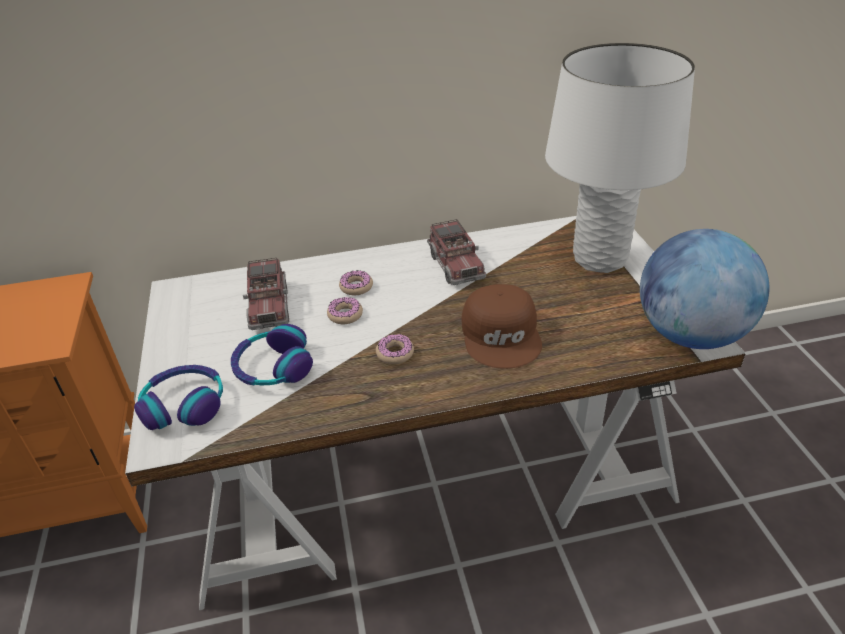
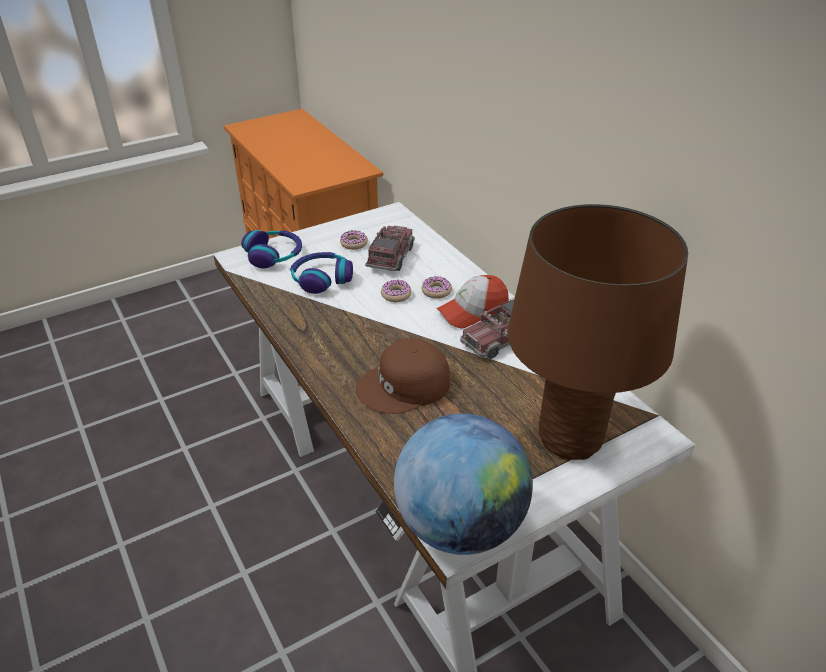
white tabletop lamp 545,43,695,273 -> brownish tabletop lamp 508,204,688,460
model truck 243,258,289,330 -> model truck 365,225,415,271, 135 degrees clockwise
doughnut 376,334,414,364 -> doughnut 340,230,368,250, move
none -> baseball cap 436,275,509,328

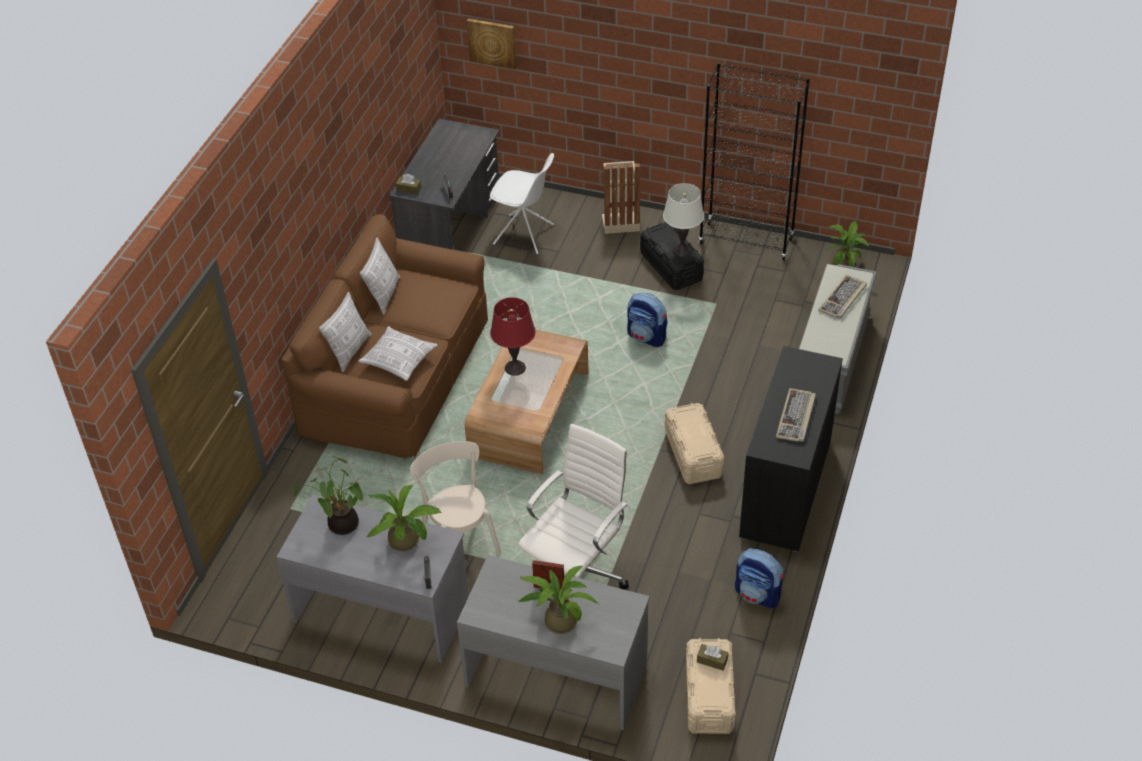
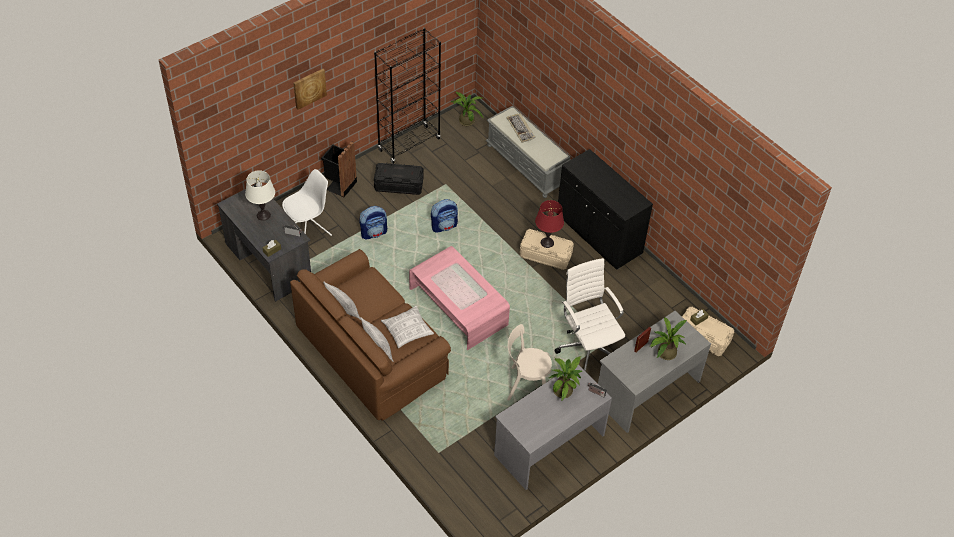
wall art 467,18,516,69 -> wall art 293,69,327,110, move
beige waste bin 602,161,641,234 -> blackish waste bin 321,141,357,197
white tabletop lamp 663,183,704,257 -> white tabletop lamp 245,170,275,221, move
red tabletop lamp 490,297,536,376 -> red tabletop lamp 535,200,564,248, move
brownish coffee table 465,329,588,474 -> pink-coloured coffee table 409,246,510,350
keyboard 776,388,816,442 -> none
potted plant 293,456,363,535 -> none
backpack 735,548,784,609 -> backpack 359,206,387,239, move

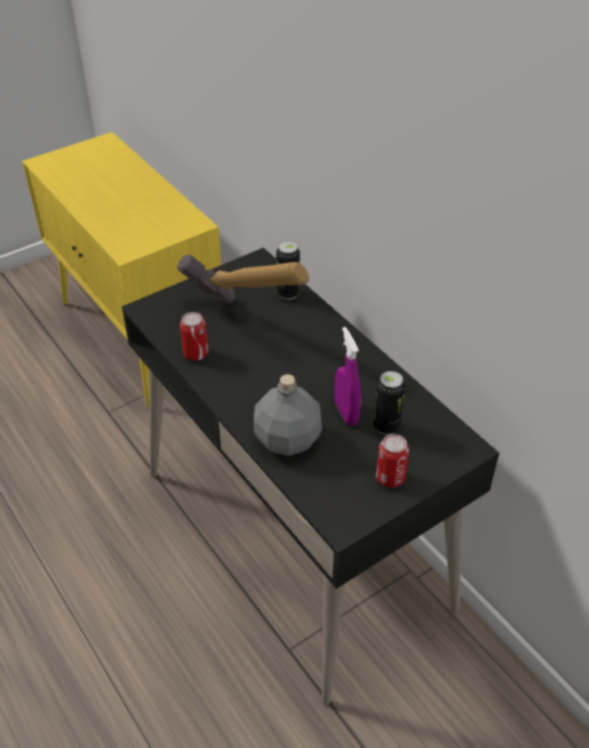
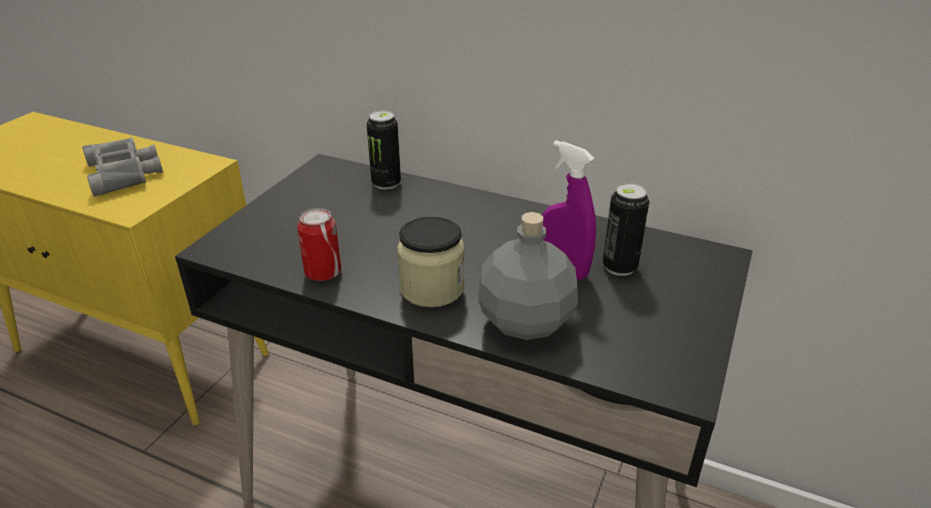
tool hammer 177,255,309,304 -> none
can 376,434,409,488 -> none
none -> greyish field glasses 82,137,163,196
none -> storage jar 397,216,464,308

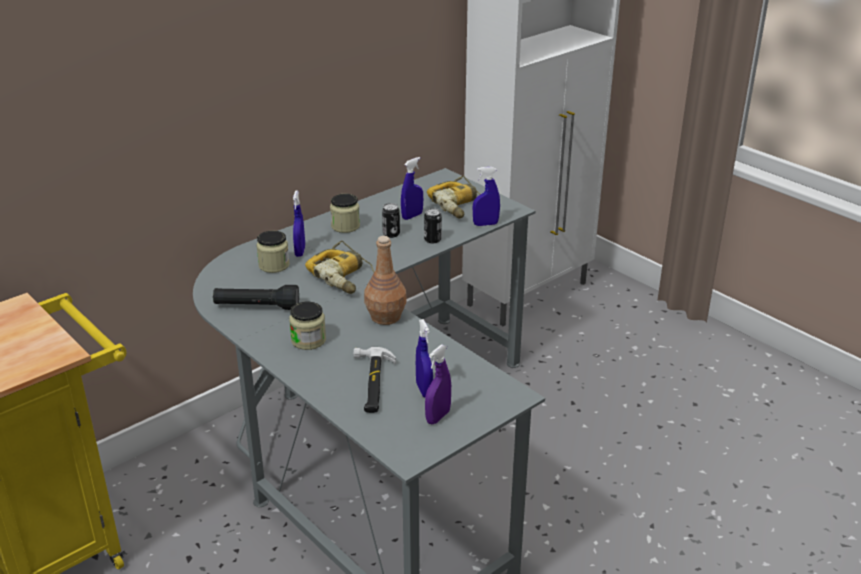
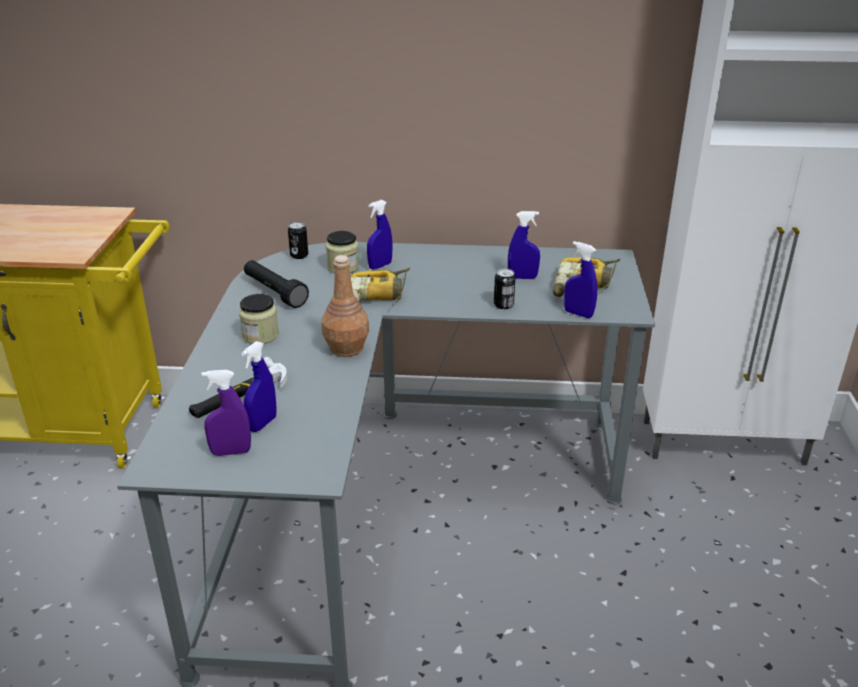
storage jar 330,194,360,233 -> none
can 382,203,400,238 -> can 288,222,308,259, move

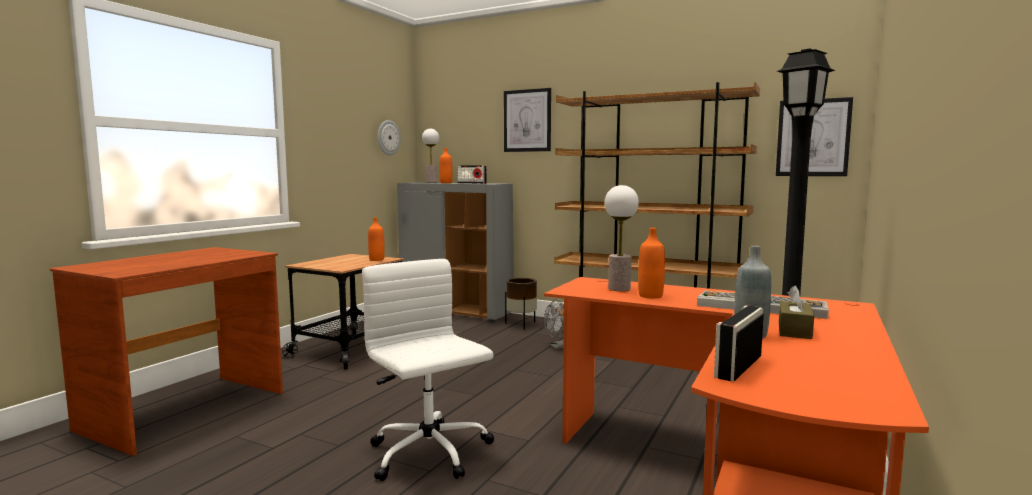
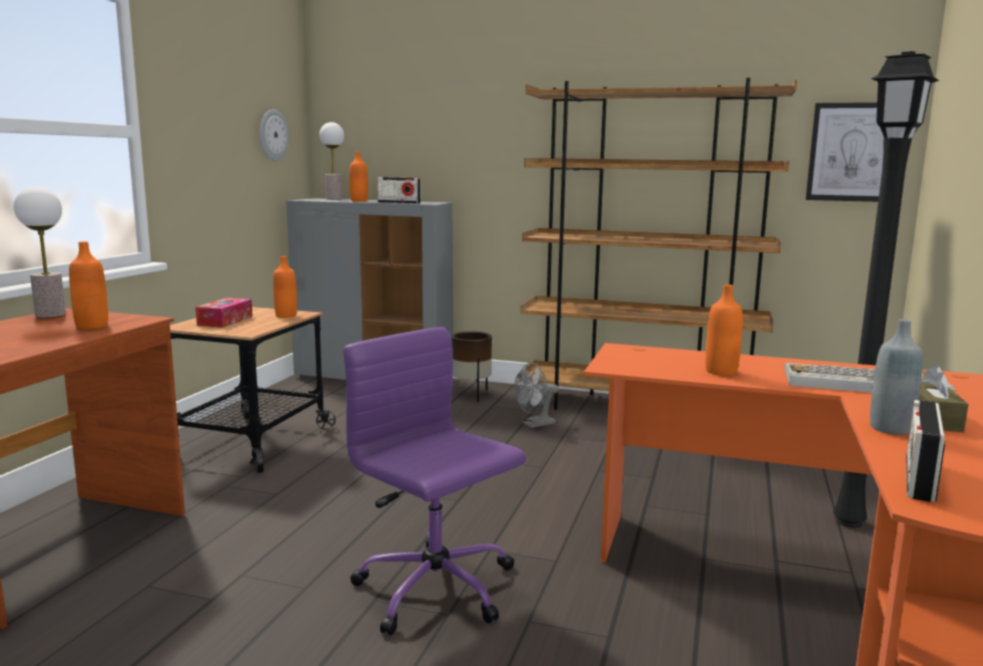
wall art 504,88,551,152 -> none
tabletop lamp 605,185,639,291 -> tabletop lamp 14,186,66,318, move
white office chair 362,259,494,481 -> purple office chair 343,327,526,635
none -> orange-coloured bottle 69,242,108,329
none -> tissue holder 195,298,253,328

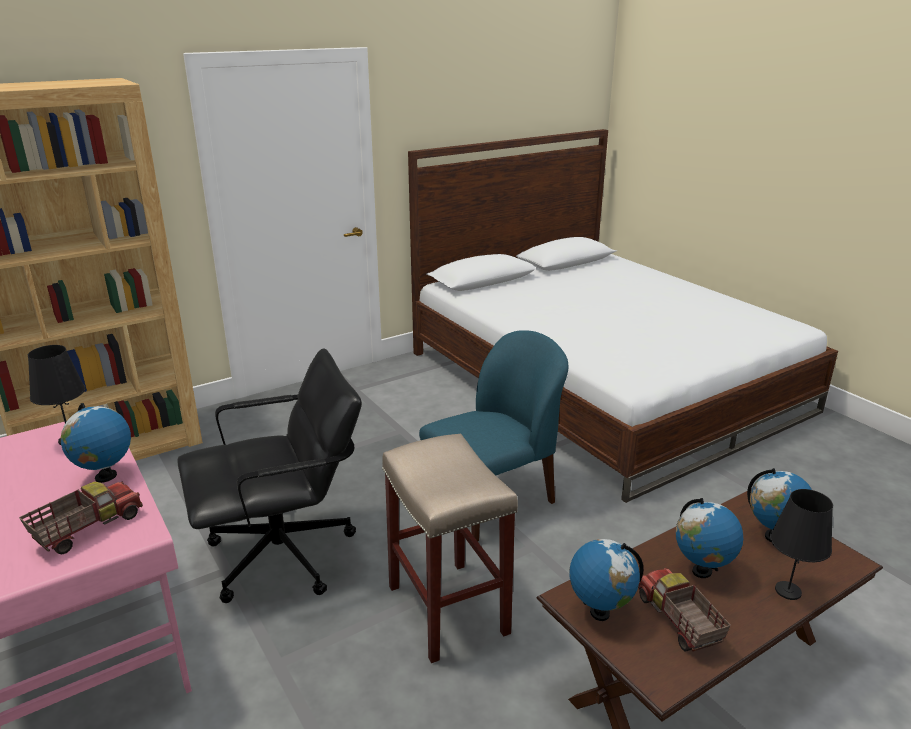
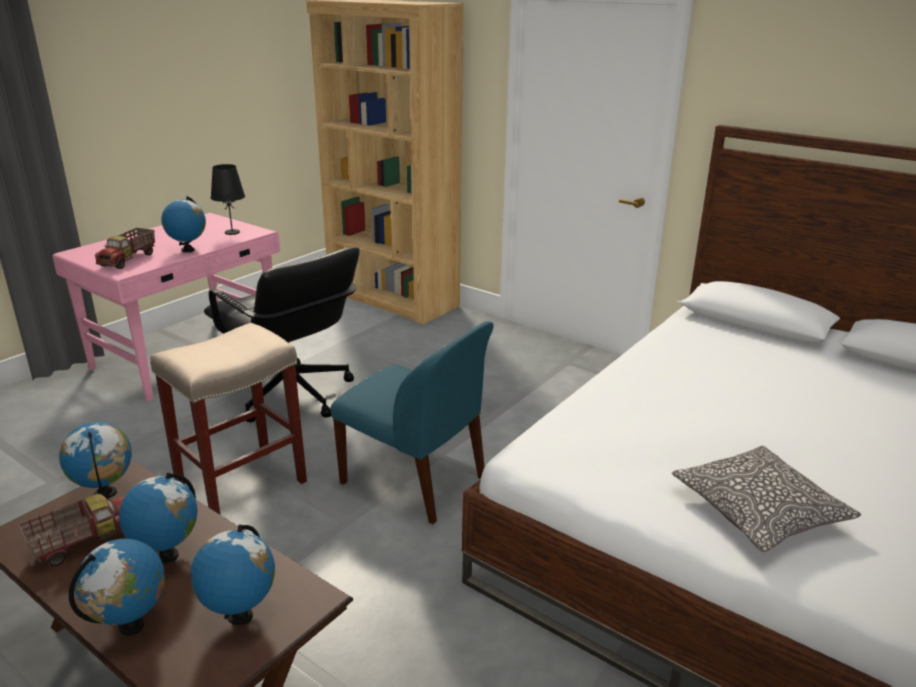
model truck 19,481,143,554 -> model truck 95,228,155,269, 90 degrees clockwise
blackish tabletop lamp 770,489,833,600 -> world globe 69,539,165,636
none -> throw pillow 672,446,862,552

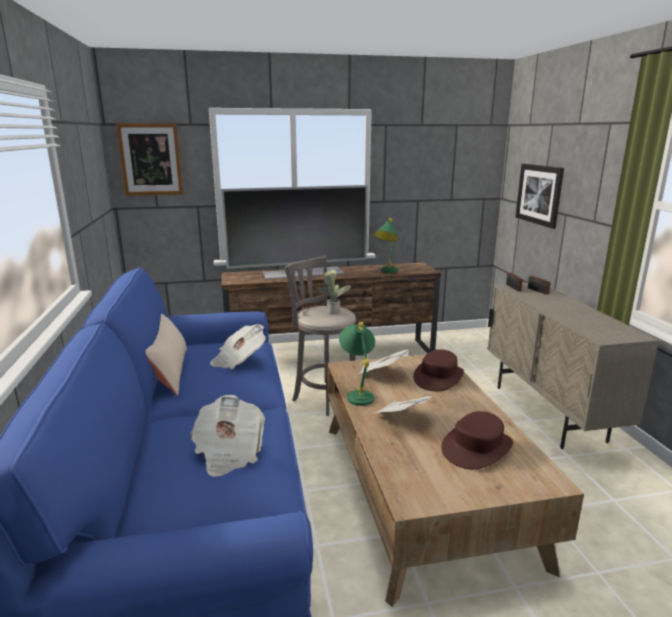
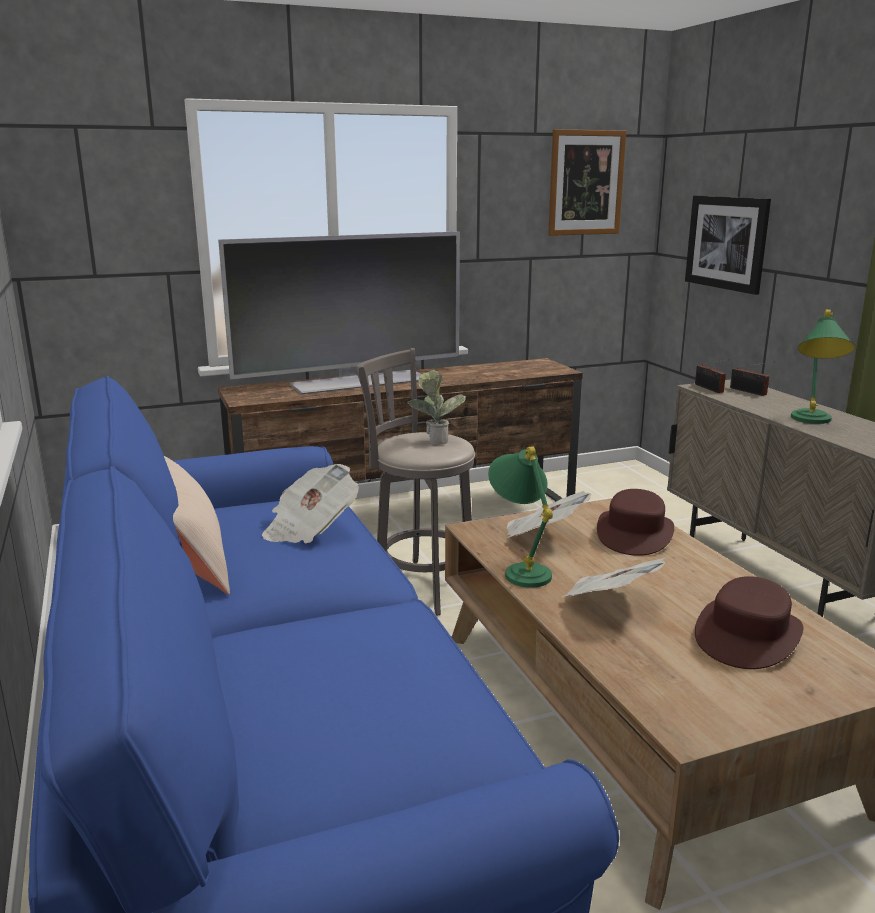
wall art 116,123,183,196 -> wall art 548,129,626,236, move
green-coloured tabletop lamp 374,218,399,273 -> green-coloured tabletop lamp 791,310,855,424, move
printed paper 190,395,265,477 -> none

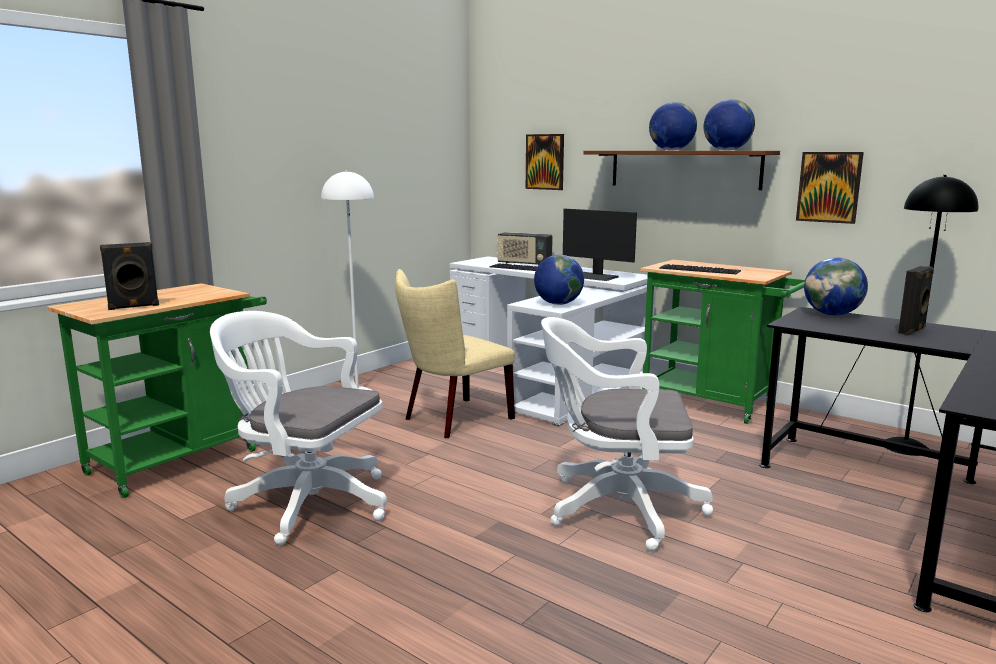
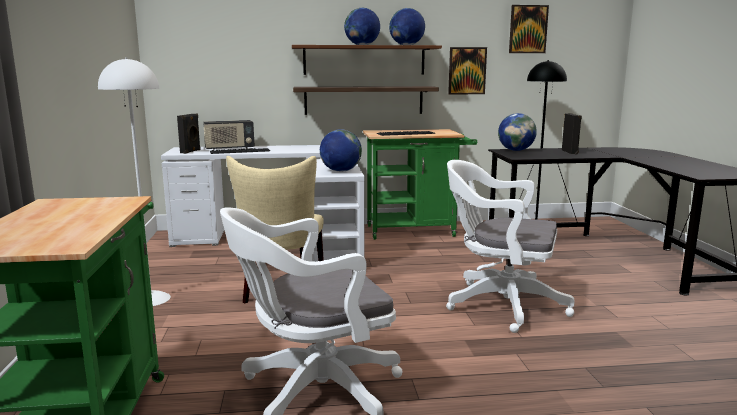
wall art 526,134,564,190 -> wall art 509,5,549,53, move
monitor 563,209,637,281 -> none
blackish speaker 100,242,159,310 -> blackish speaker 177,113,201,154, move
white office chair 541,317,713,552 -> white office chair 446,160,575,333, 60 degrees clockwise
none -> bracket shelf 293,86,439,115

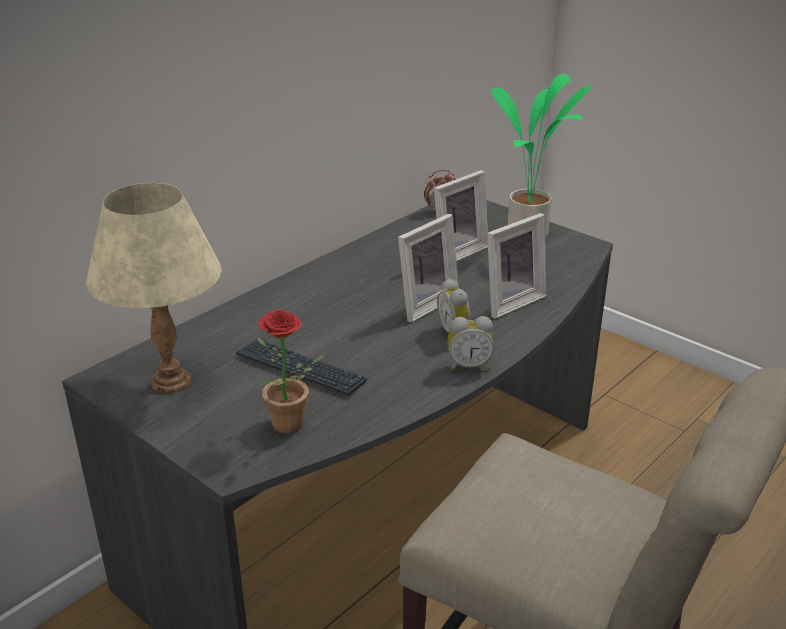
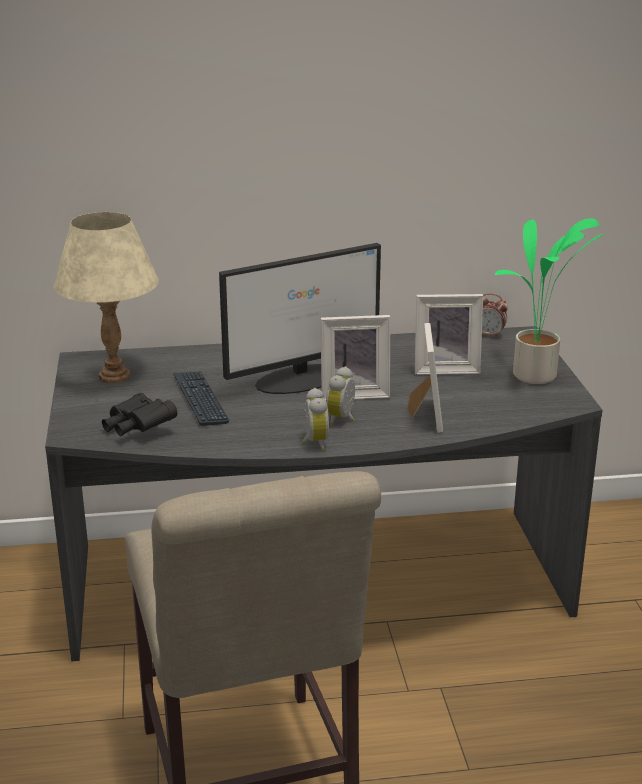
photo frame 487,213,546,319 -> photo frame 408,323,443,433, 90 degrees counterclockwise
potted plant 257,310,324,434 -> blackish field glasses 102,393,178,437
table clock 447,316,495,371 -> table clock 302,388,329,450, 135 degrees counterclockwise
none -> monitor 219,243,381,394

